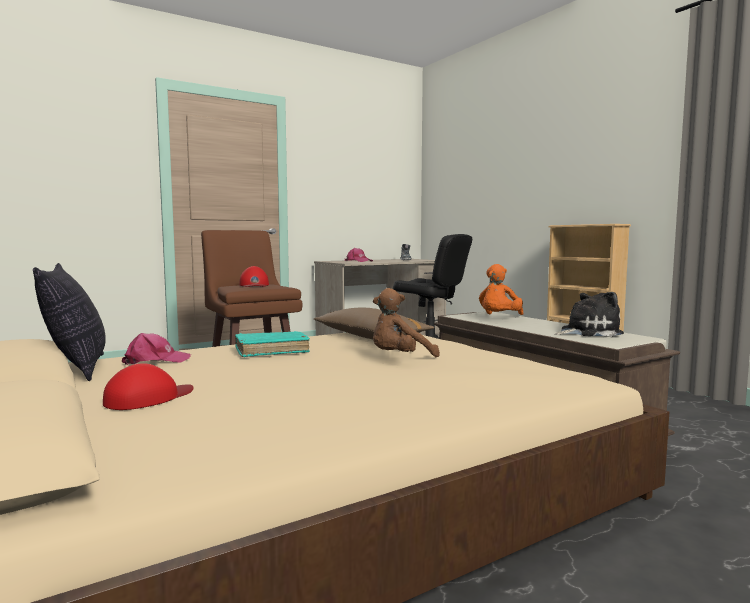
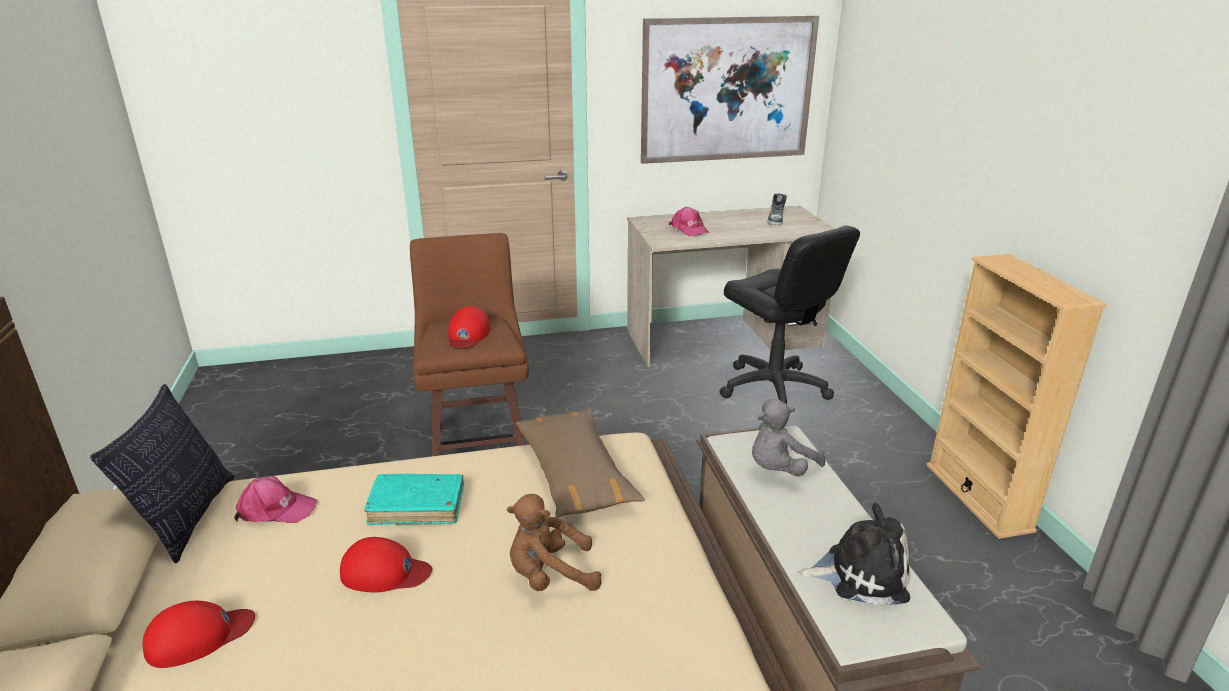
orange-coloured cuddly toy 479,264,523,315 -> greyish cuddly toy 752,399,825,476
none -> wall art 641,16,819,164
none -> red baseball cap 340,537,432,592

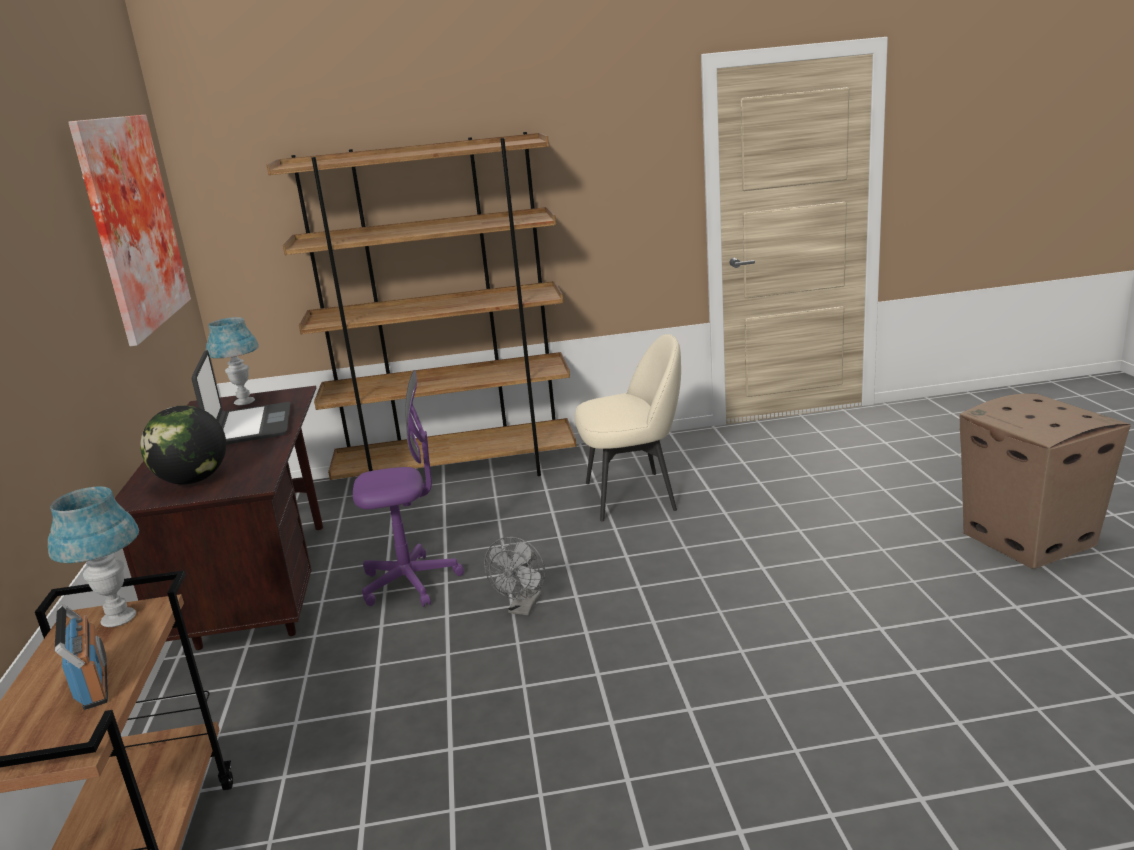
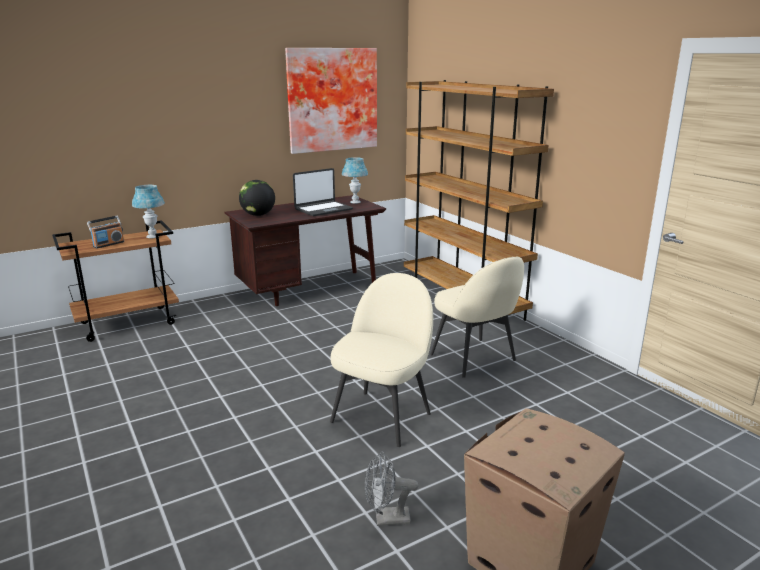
purple office chair 353,370,464,607 -> none
greyish electric fan 484,537,545,615 -> greyish electric fan 365,451,418,526, move
none -> beige chair 330,273,433,447

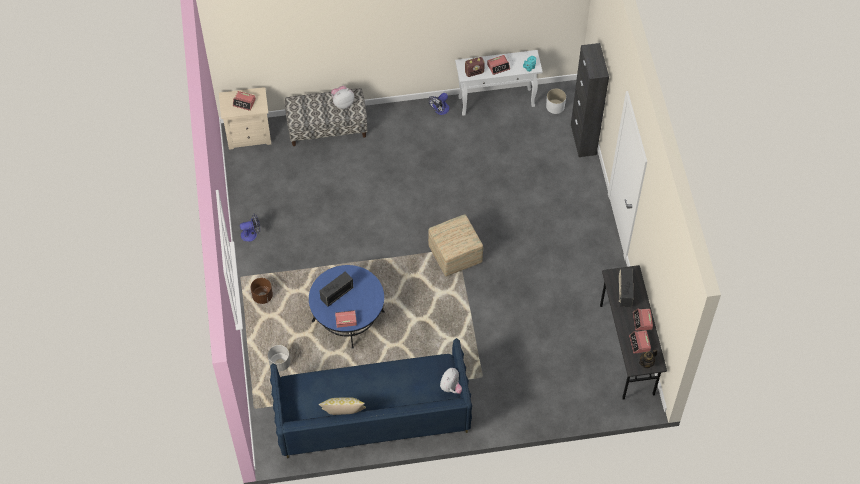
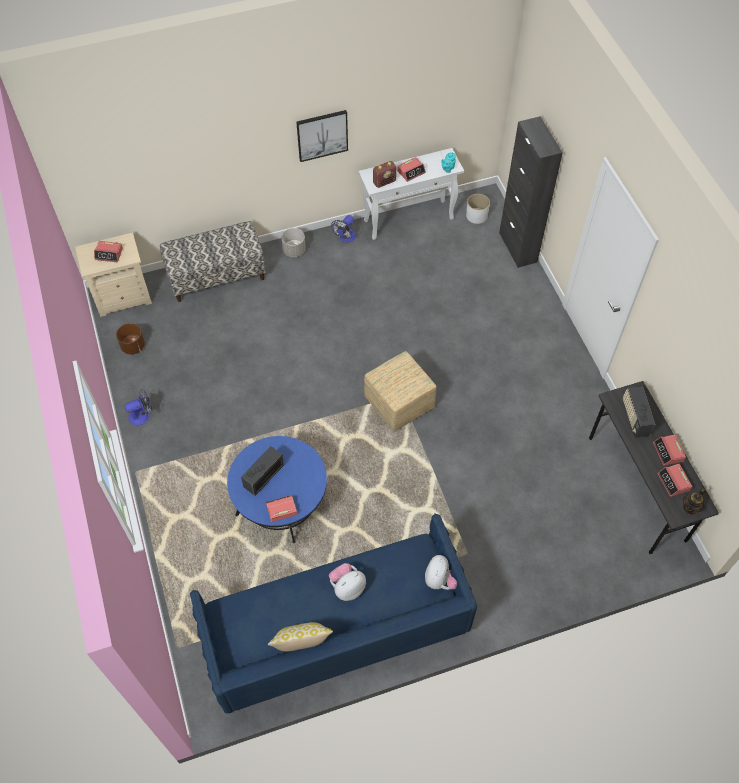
cuddly toy 331,86,354,109 -> cuddly toy 329,563,366,601, move
brownish plant pot 250,278,273,304 -> brownish plant pot 116,323,145,355, move
greyish plant pot 268,345,290,372 -> greyish plant pot 281,228,306,257, move
none -> wall art 296,110,348,162

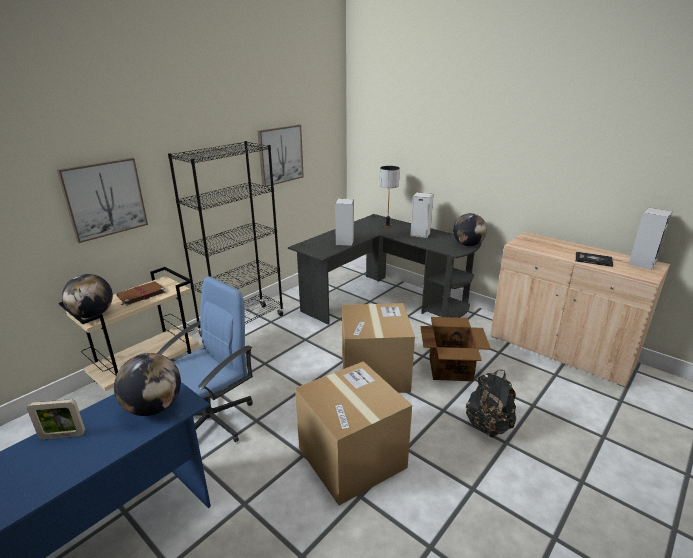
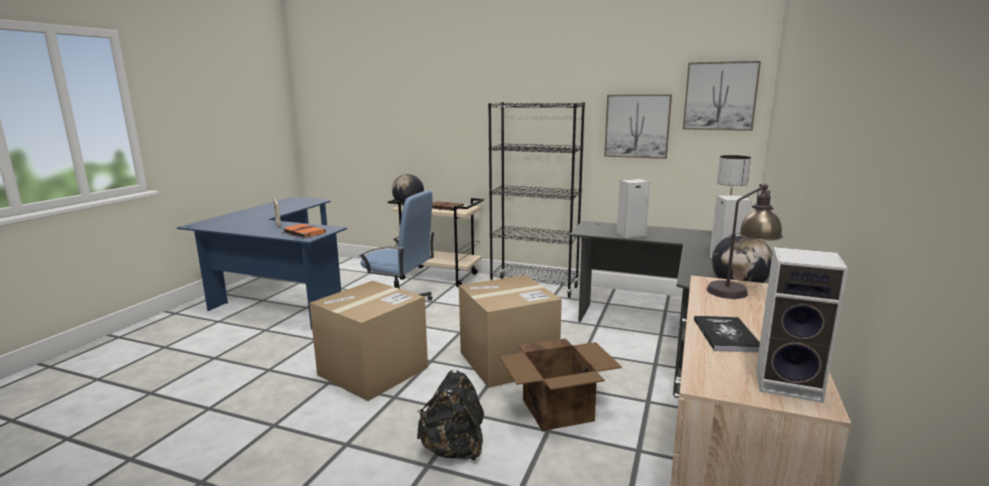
wall art 57,158,148,243 -> wall art 683,61,761,131, move
world globe 114,353,181,416 -> orange-coloured book 282,224,326,239
none -> tabletop lamp 707,184,783,299

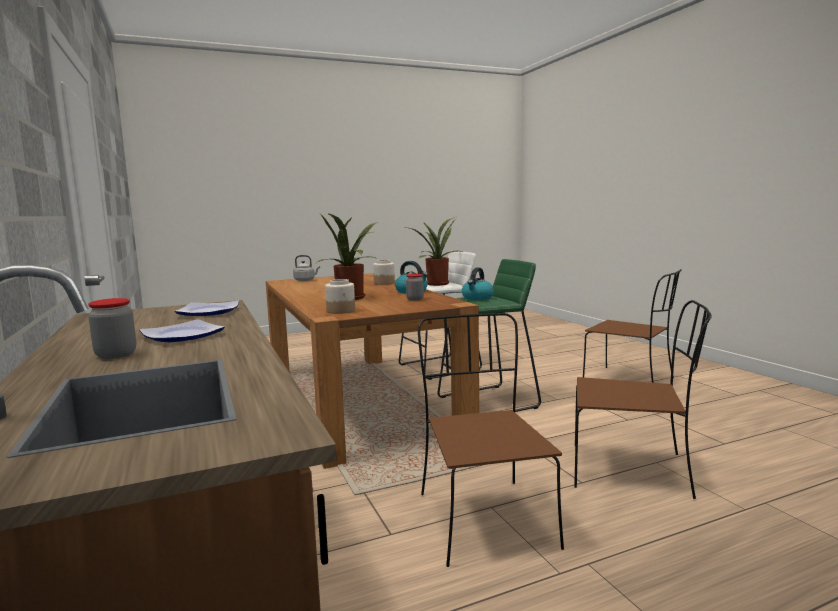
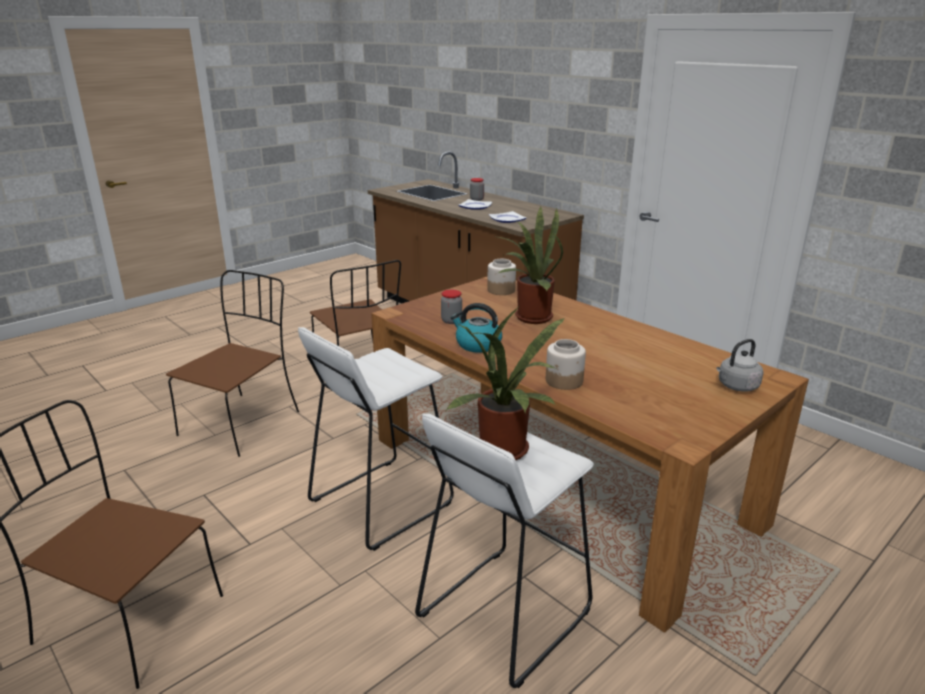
green-coloured stool seat 438,259,541,412 -> white stool seat 298,327,454,551
tea kettle 462,268,494,300 -> none
brownish chair 574,300,712,499 -> brownish chair 166,270,299,457, 120 degrees clockwise

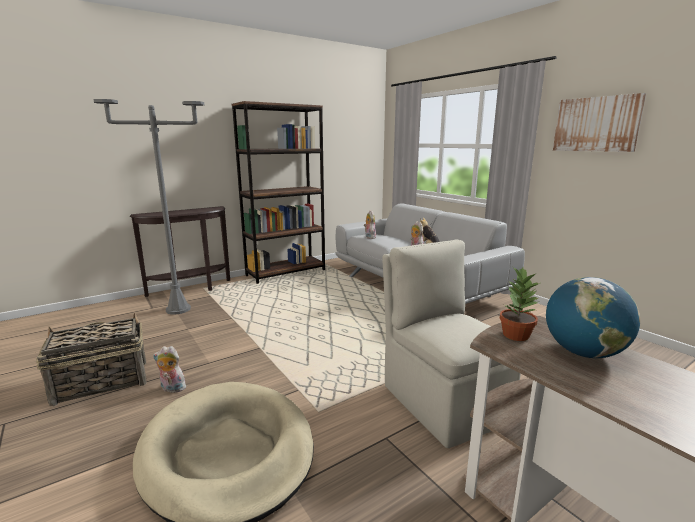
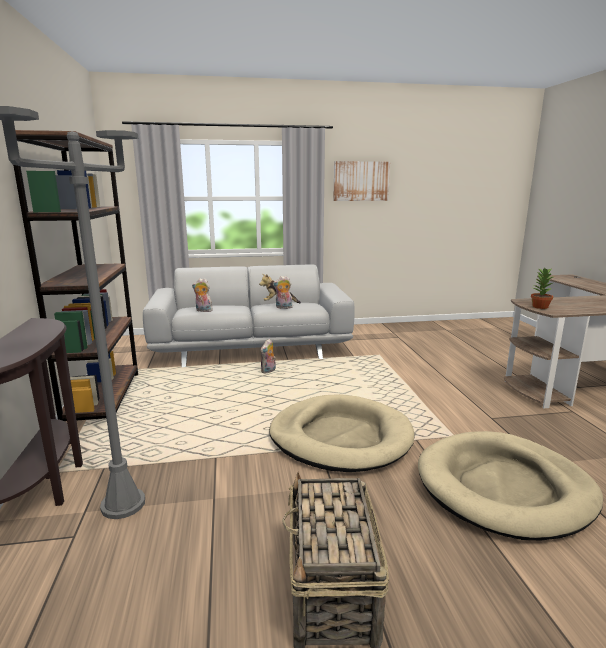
beige chair 382,240,521,448 -> none
world globe 546,277,640,358 -> none
cuddly toy 153,346,186,393 -> cuddly toy 261,338,276,373, move
none -> beige dog bed 269,394,414,472

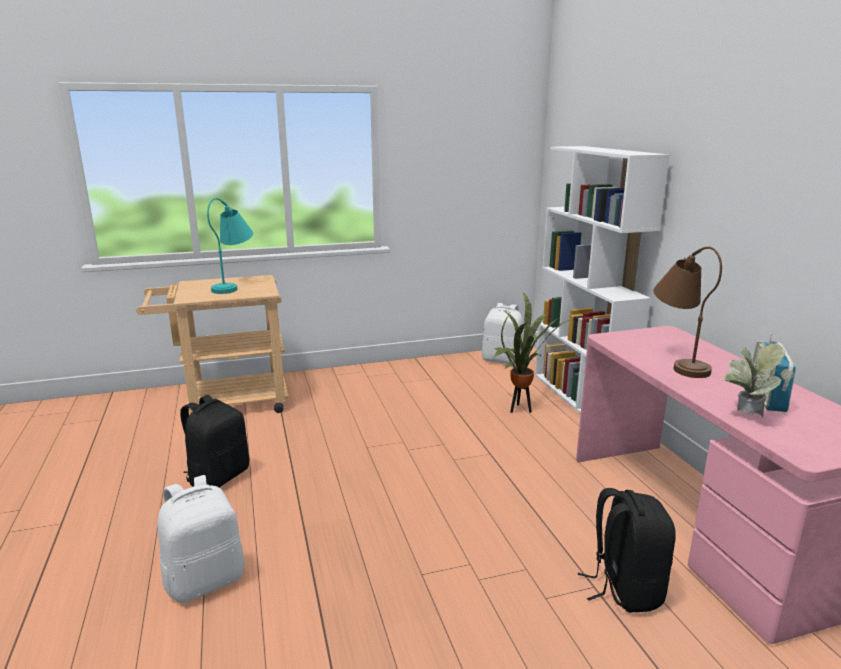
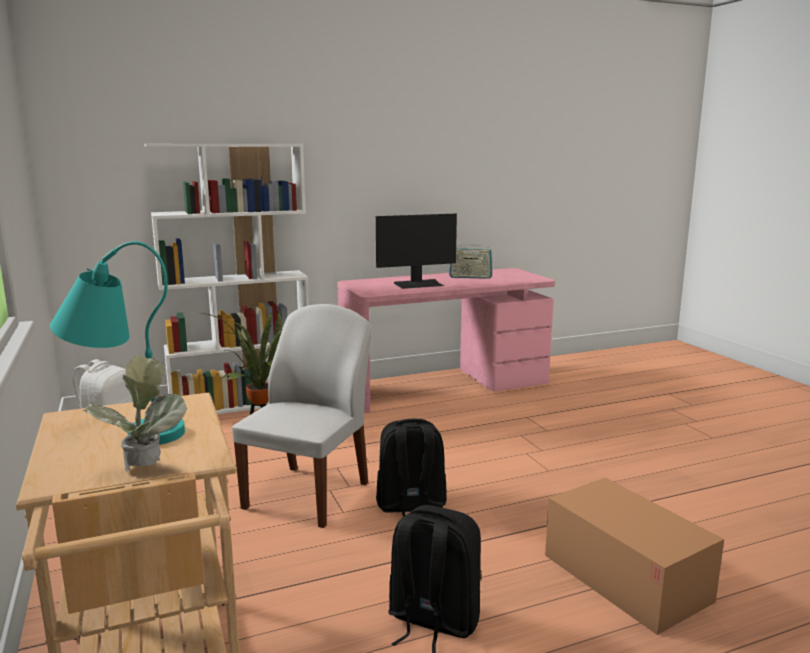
brownish tabletop lamp 654,247,722,378 -> monitor 376,214,457,289
potted plant 724,344,785,418 -> potted plant 83,356,187,472, move
white backpack 158,475,245,603 -> cardboard box 545,477,724,635
blackish backpack 578,488,676,613 -> blackish backpack 376,418,447,517, move
none -> white chair 232,304,372,528

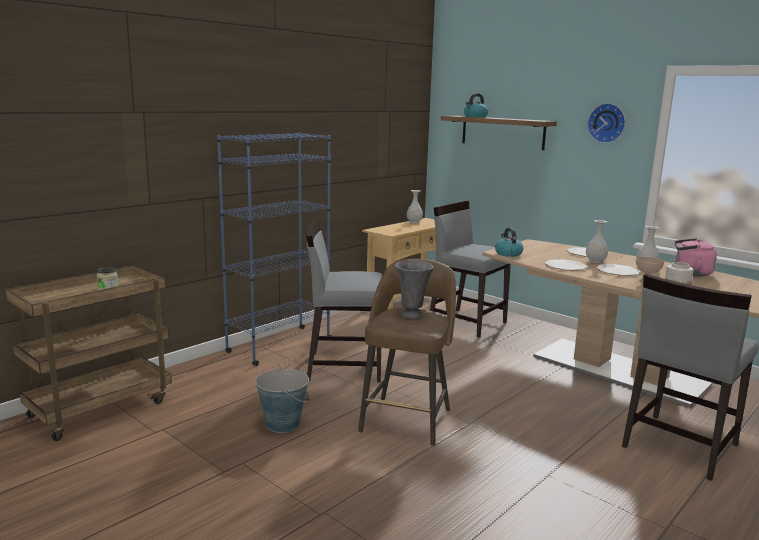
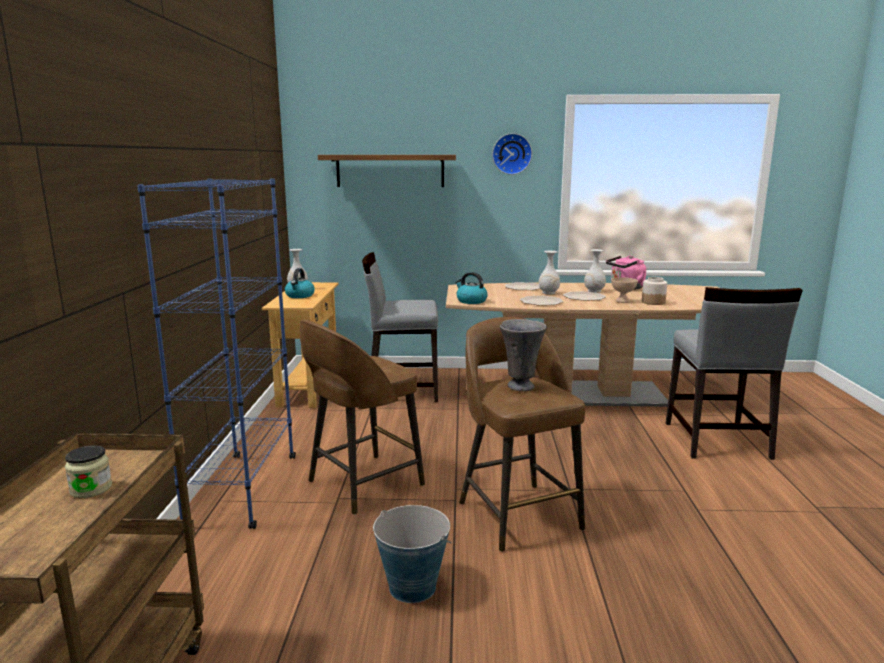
tea kettle 464,93,488,117 -> tea kettle 285,268,315,298, move
greyish chair 306,221,382,383 -> brownish stool seat 300,320,425,515

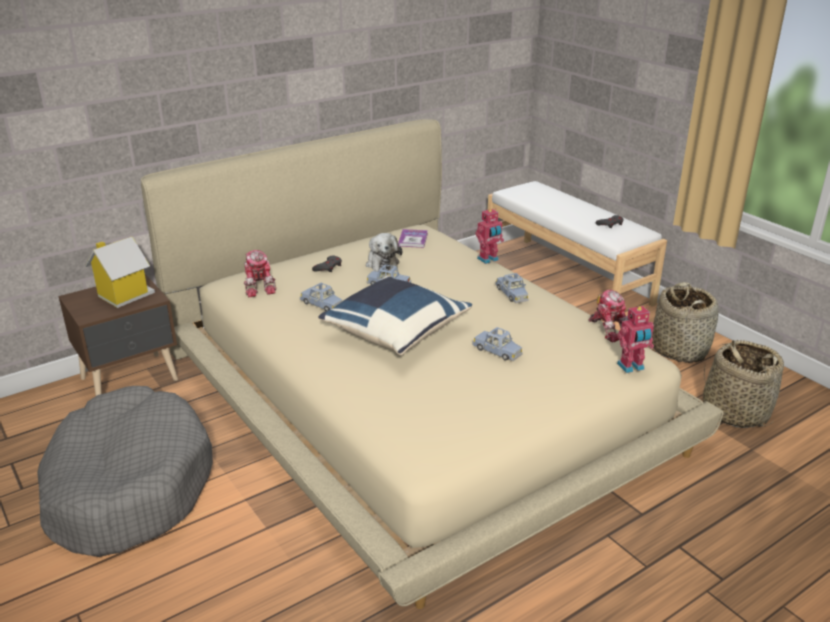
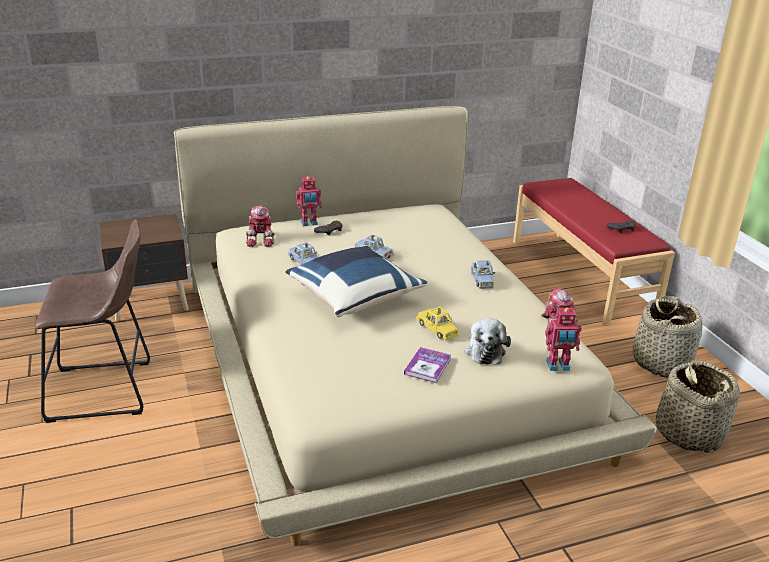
white indoor bench 488,181,667,323 -> red indoor bench 513,178,675,326
robot figure 475,208,504,264 -> robot figure 296,176,322,226, move
book 398,229,428,248 -> book 404,347,451,383, move
cuddly toy 366,233,402,271 -> cuddly toy 465,318,511,365, move
toy house 85,237,155,308 -> none
blue-coloured model car 472,327,523,361 -> yellow model car 416,306,458,341
greyish dog bed 37,386,213,557 -> brownish stool seat 35,220,150,423

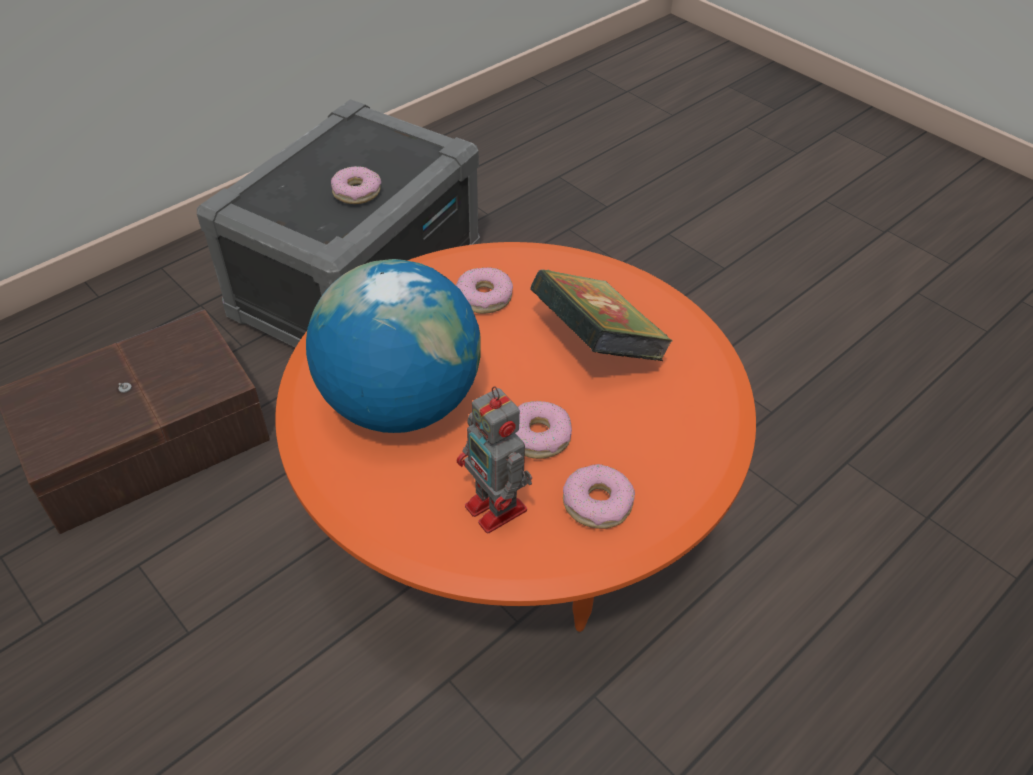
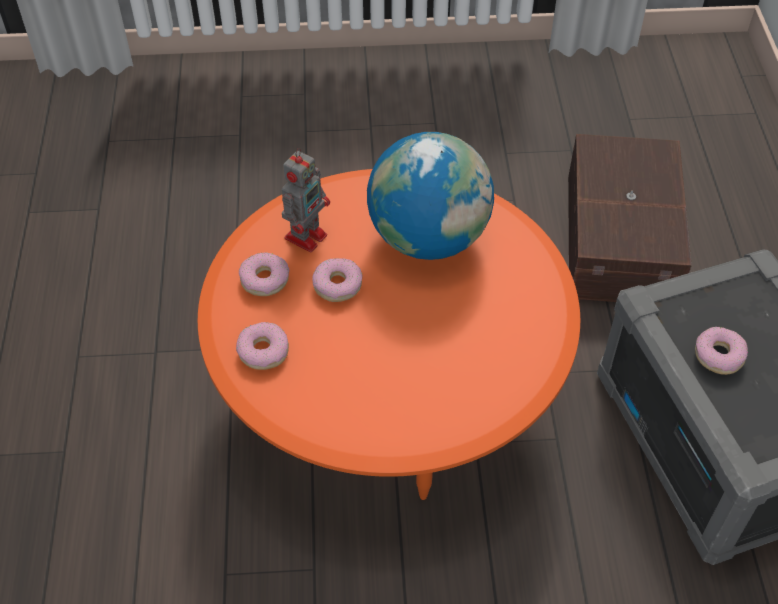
doughnut 456,267,513,314 -> doughnut 236,322,289,370, move
book 530,269,673,361 -> none
robot figure 457,386,532,534 -> robot figure 282,148,330,252, 120 degrees clockwise

